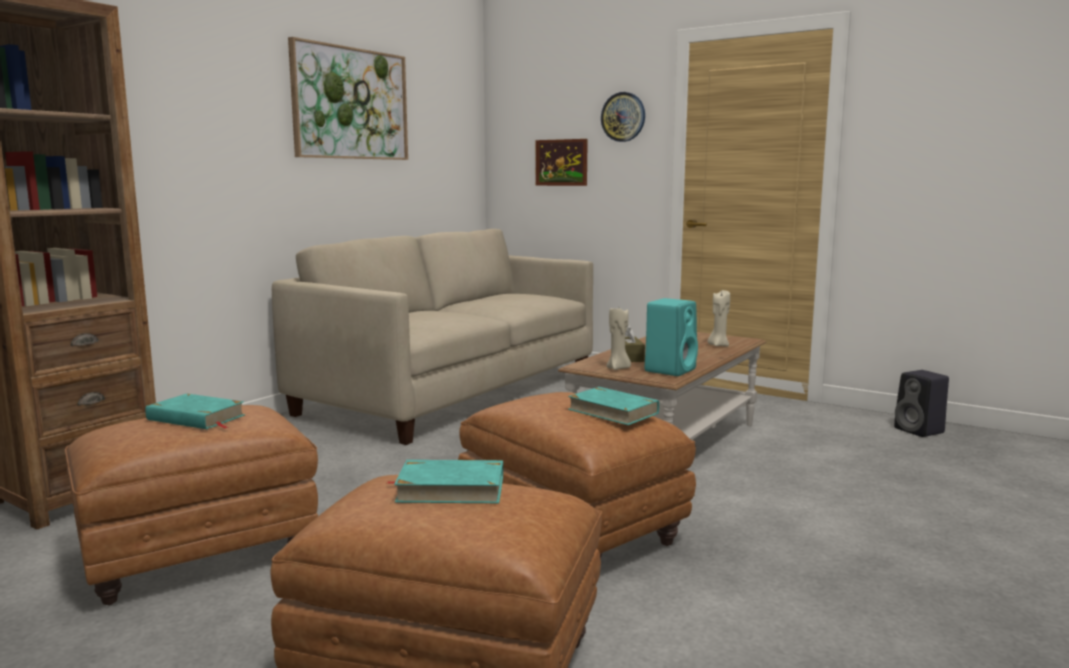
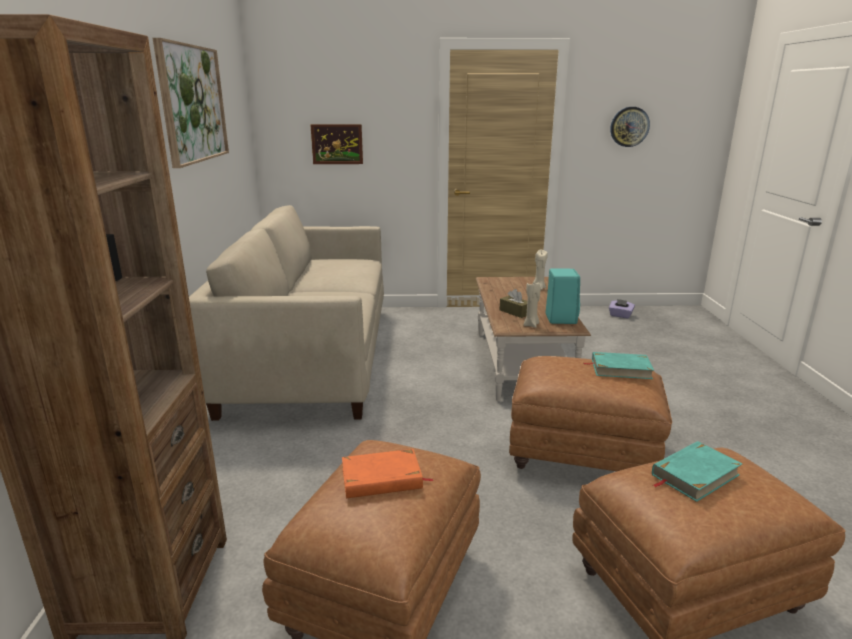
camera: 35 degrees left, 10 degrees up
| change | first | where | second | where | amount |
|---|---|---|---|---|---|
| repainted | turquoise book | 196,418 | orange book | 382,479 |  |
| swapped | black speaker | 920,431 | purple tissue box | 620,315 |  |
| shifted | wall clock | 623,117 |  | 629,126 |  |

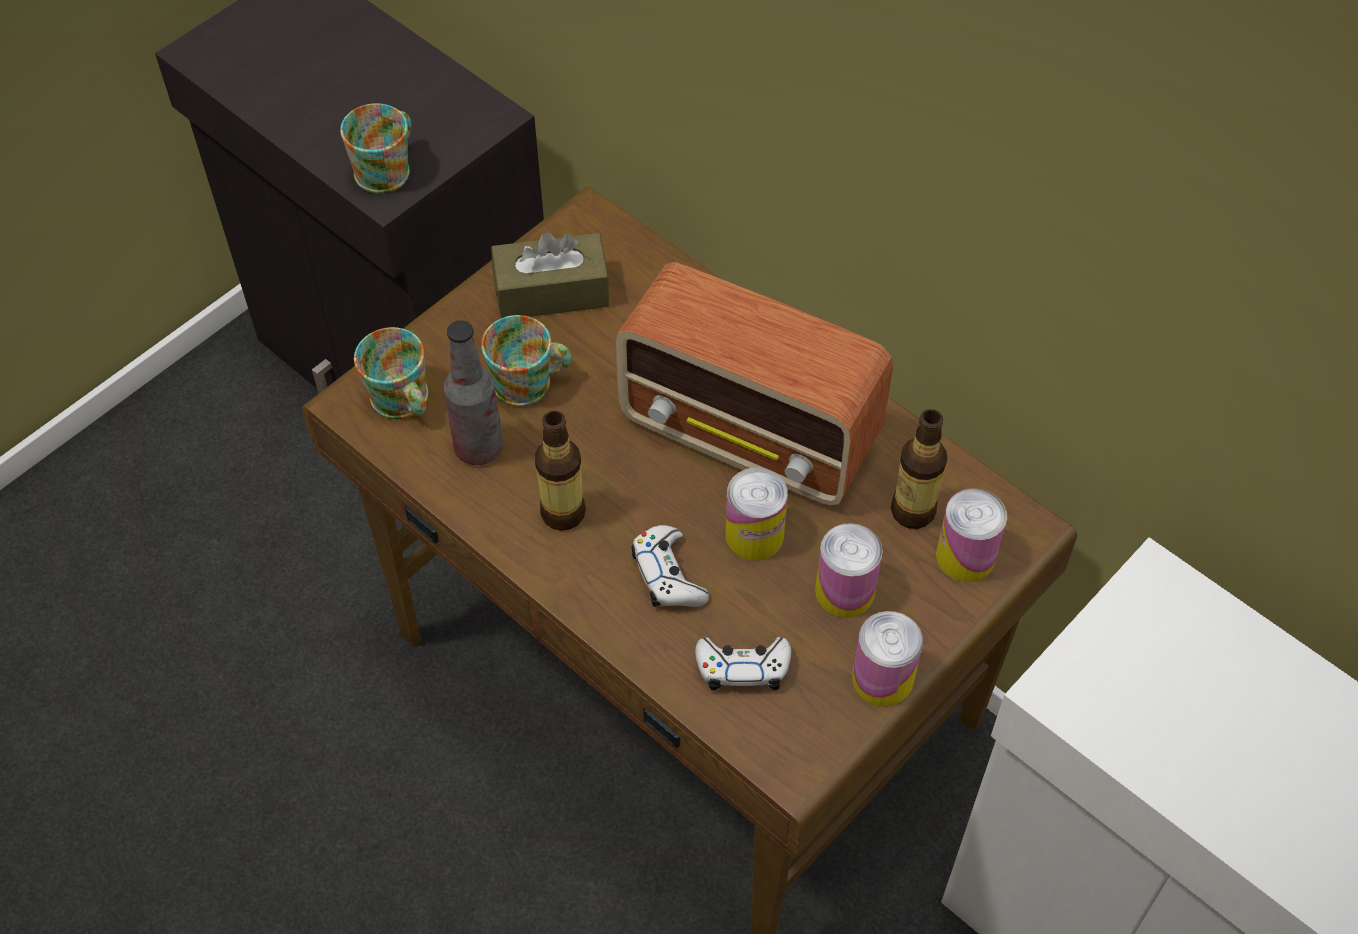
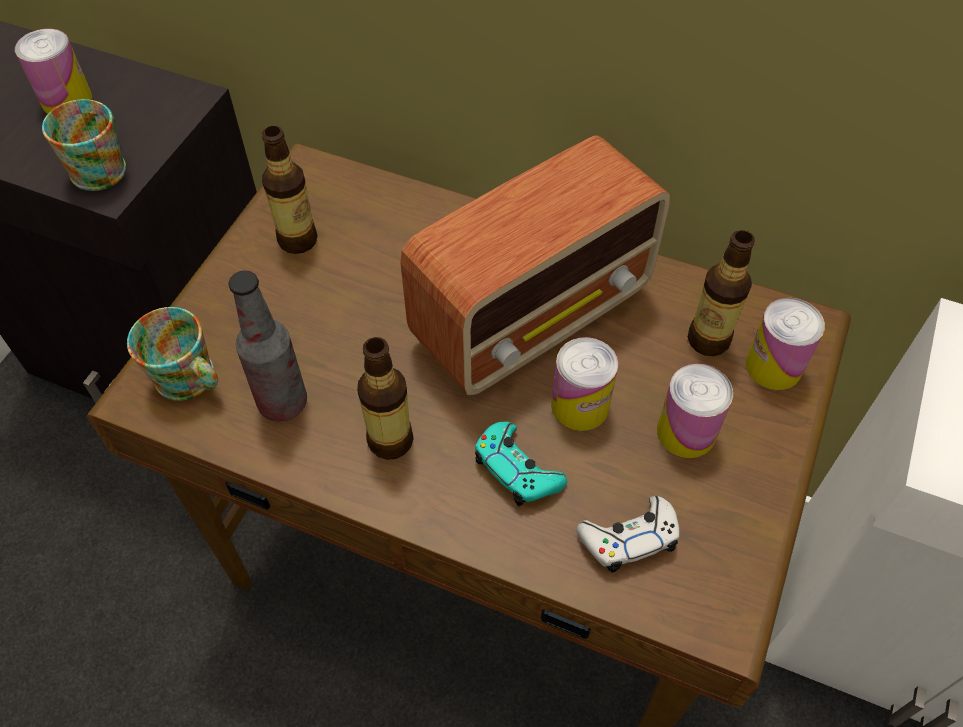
camera: 20 degrees left, 0 degrees up
| change | first | where | second | where | amount |
|---|---|---|---|---|---|
| shifted | can | 882,678 |  | 66,100 |  |
| swapped | brown tissue box | 552,292 | bottle | 298,240 |  |
| rotated | radio | 751,435 |  | 534,315 | 45 degrees counterclockwise |
| repainted | white game controller | 668,575 | turquoise game controller | 517,469 |  |
| gone | mug | 530,383 |  |  |  |

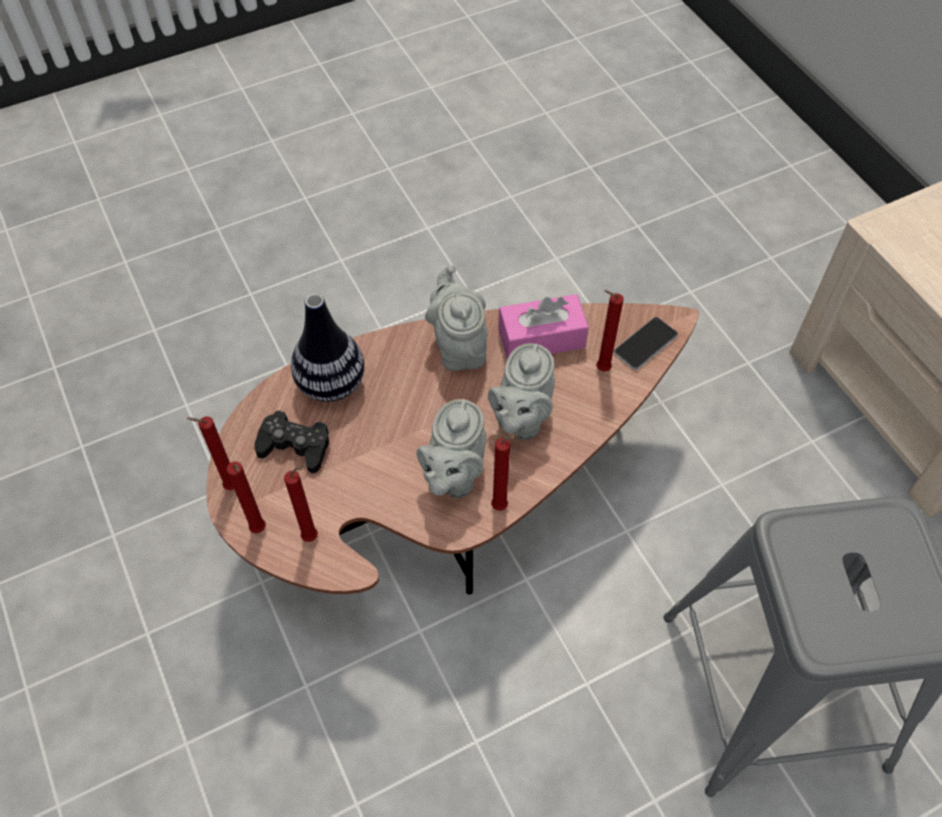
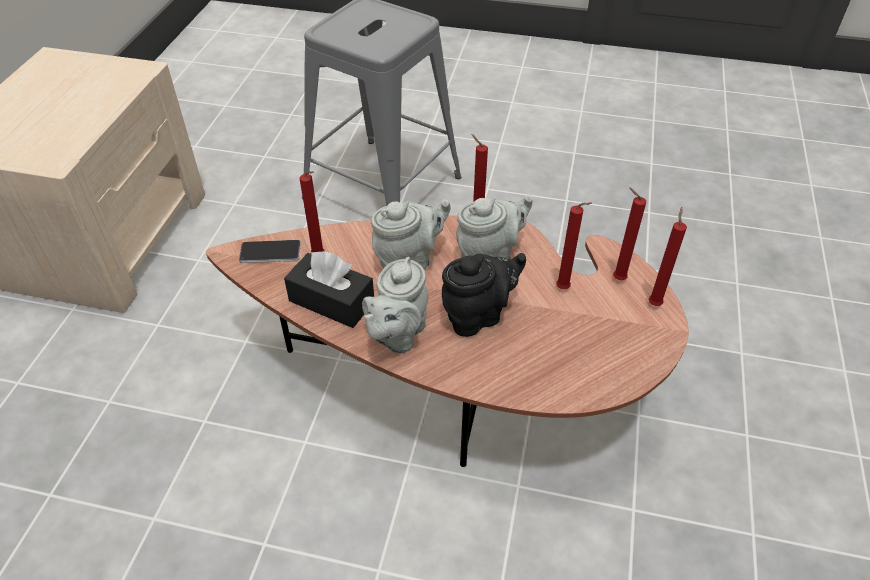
camera: 140 degrees left, 10 degrees down
| change | first | where | second | where | amount |
|---|---|---|---|---|---|
| repainted | pink tissue box | 541,338 | black tissue box | 331,301 |  |
| new |  |  | black teapot | 478,315 |  |
| shifted | red candle | 229,487 |  | 564,289 |  |
| gone | black game controller | 295,446 |  |  |  |
| gone | vase | 331,384 |  |  |  |

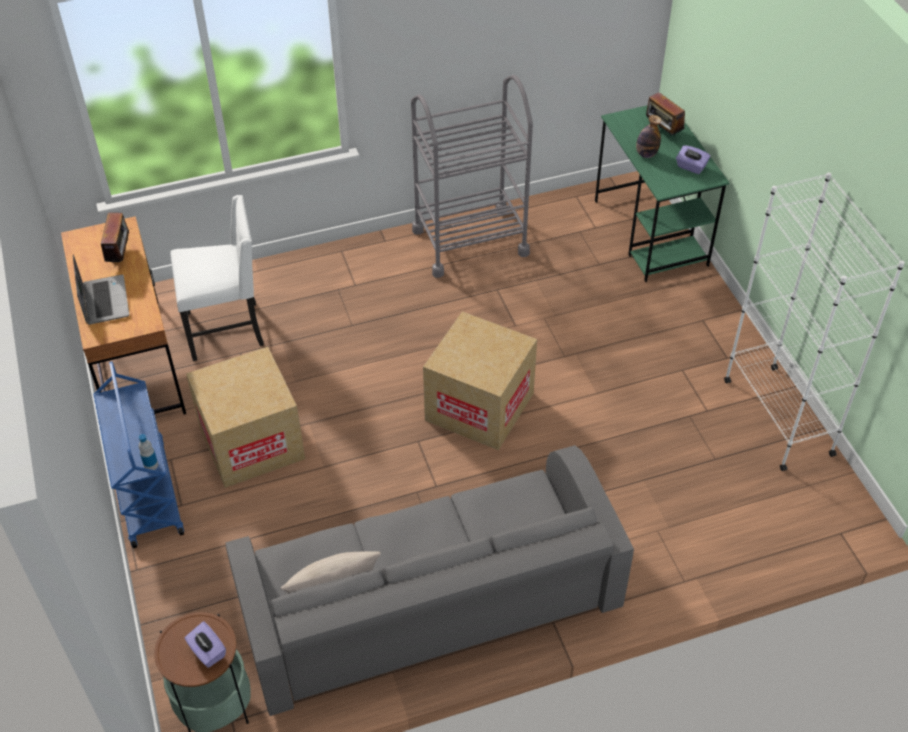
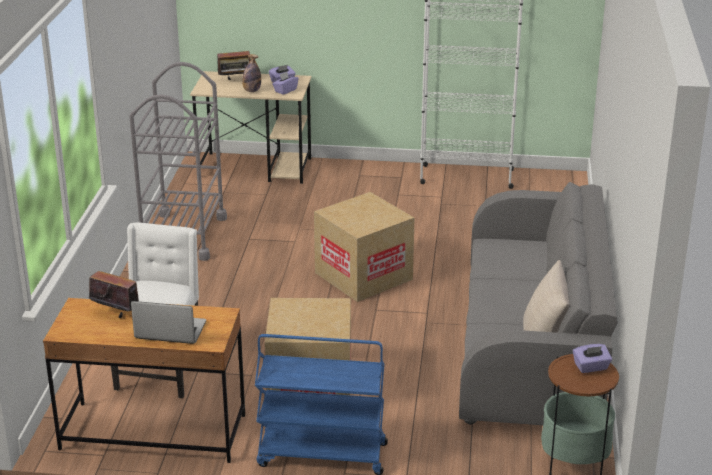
camera: 65 degrees left, 20 degrees down
| change | first | where | second | where | amount |
|---|---|---|---|---|---|
| repainted | green desk | 651,233 | beige desk | 256,168 |  |
| new |  |  | purple tissue box | 285,90 |  |
| gone | bottle | 151,465 |  |  |  |

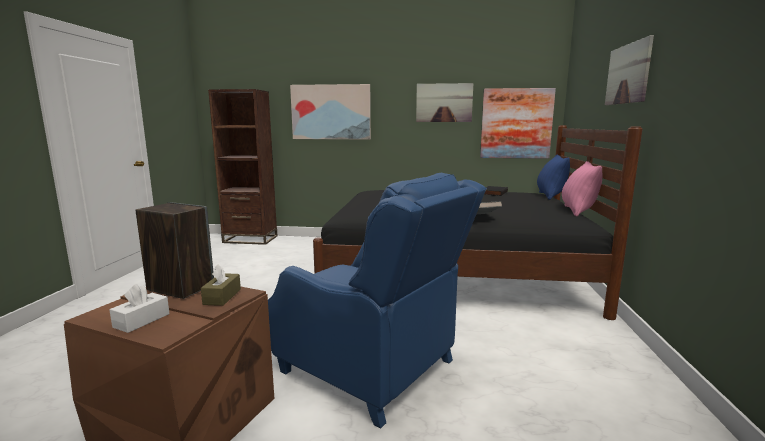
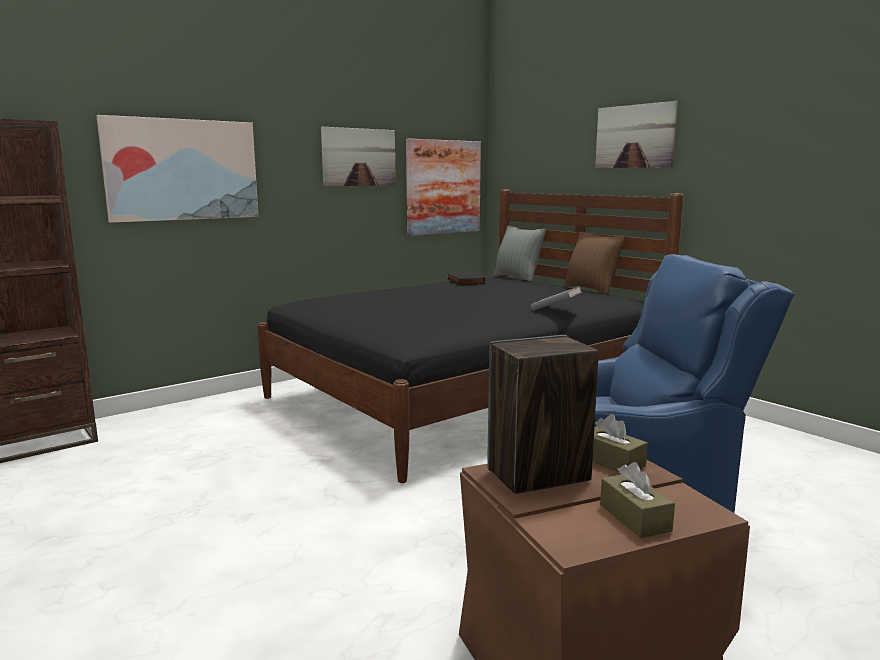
camera: 45 degrees left, 0 degrees up
| change | first | where | second | where | amount |
|---|---|---|---|---|---|
| repainted | blue pillow | 550,196 | grey pillow | 517,277 |  |
| repainted | pink pillow | 578,211 | brown pillow | 591,289 |  |
| repainted | white tissue box | 142,320 | brown tissue box | 634,517 |  |

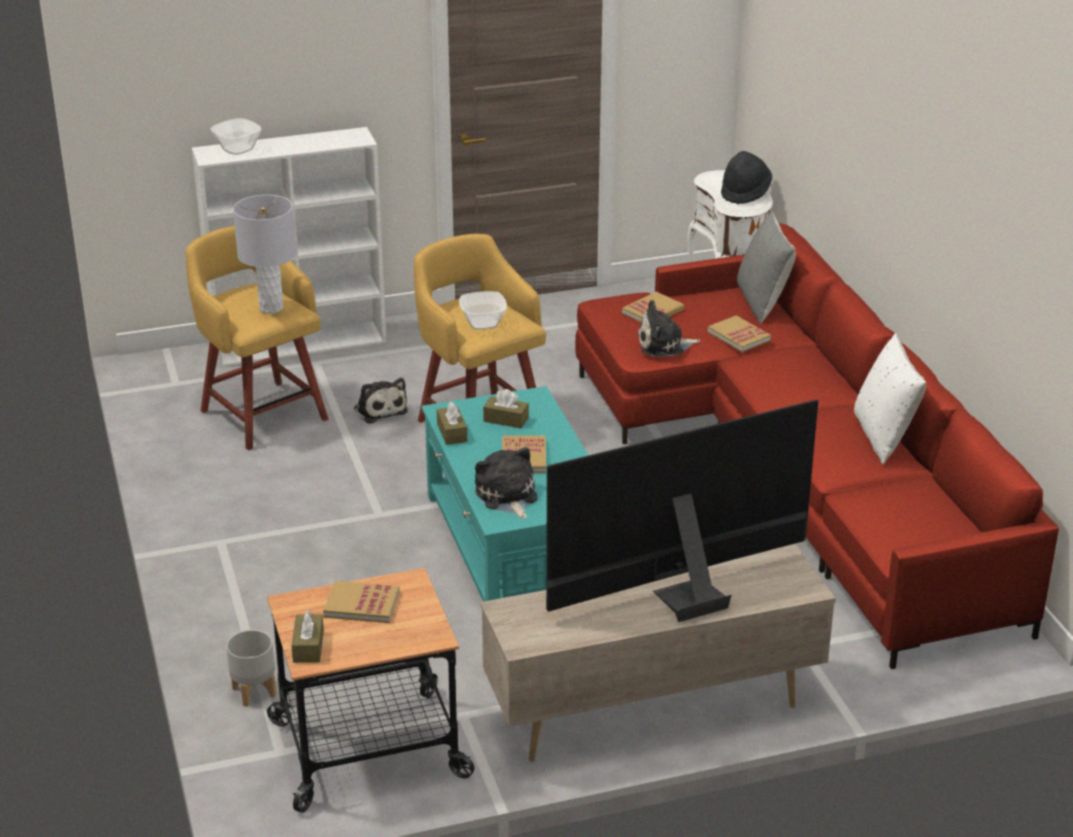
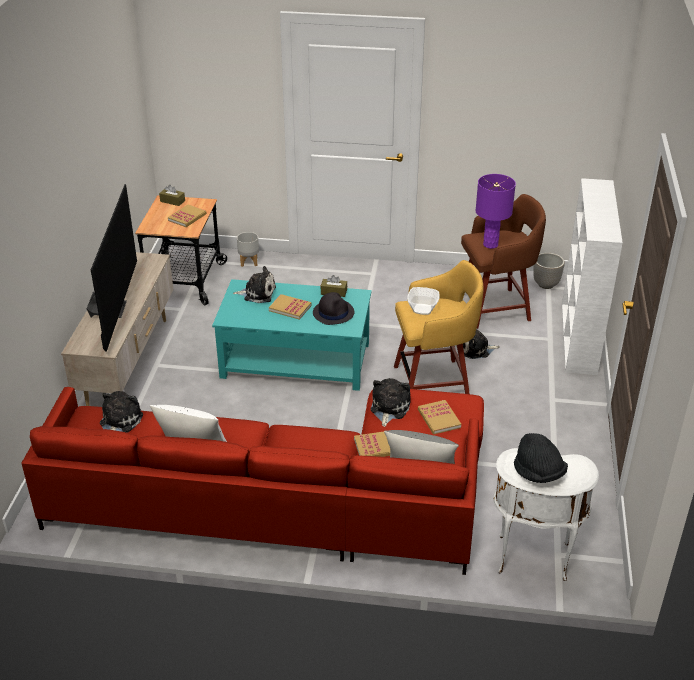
camera: 115 degrees right, 5 degrees up
| change | first | where | second | where | amount |
|---|---|---|---|---|---|
| new |  |  | plush toy | 119,421 |  |
| swapped | brown tissue box | 506,419 | black hat | 333,312 |  |
| repainted | yellow stool | 262,413 | brown stool | 496,308 |  |
| repainted | grey table lamp | 270,308 | purple table lamp | 490,244 |  |
| new |  |  | planter | 546,284 |  |
| gone | bowl | 237,149 |  |  |  |

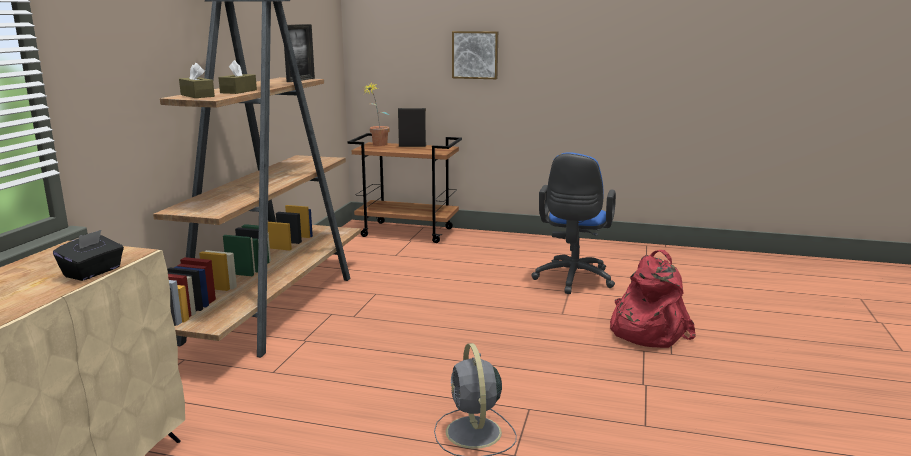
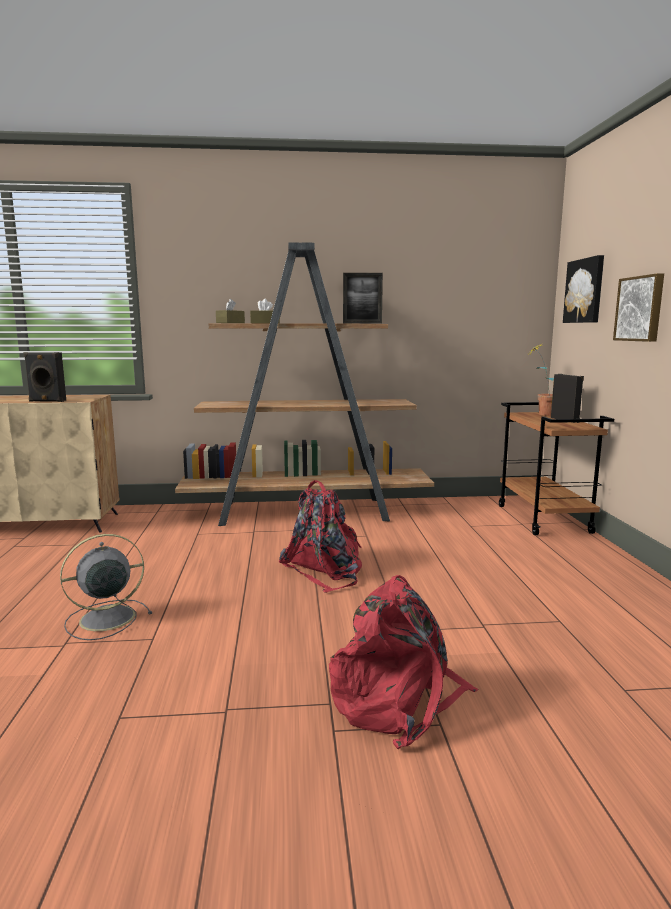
camera: 70 degrees right, 5 degrees down
| change | first | where | second | where | amount |
|---|---|---|---|---|---|
| swapped | black tissue box | 93,272 | black speaker | 47,401 |  |
| new |  |  | red backpack | 325,570 |  |
| new |  |  | picture | 585,291 |  |
| gone | blue office chair | 572,280 |  |  |  |

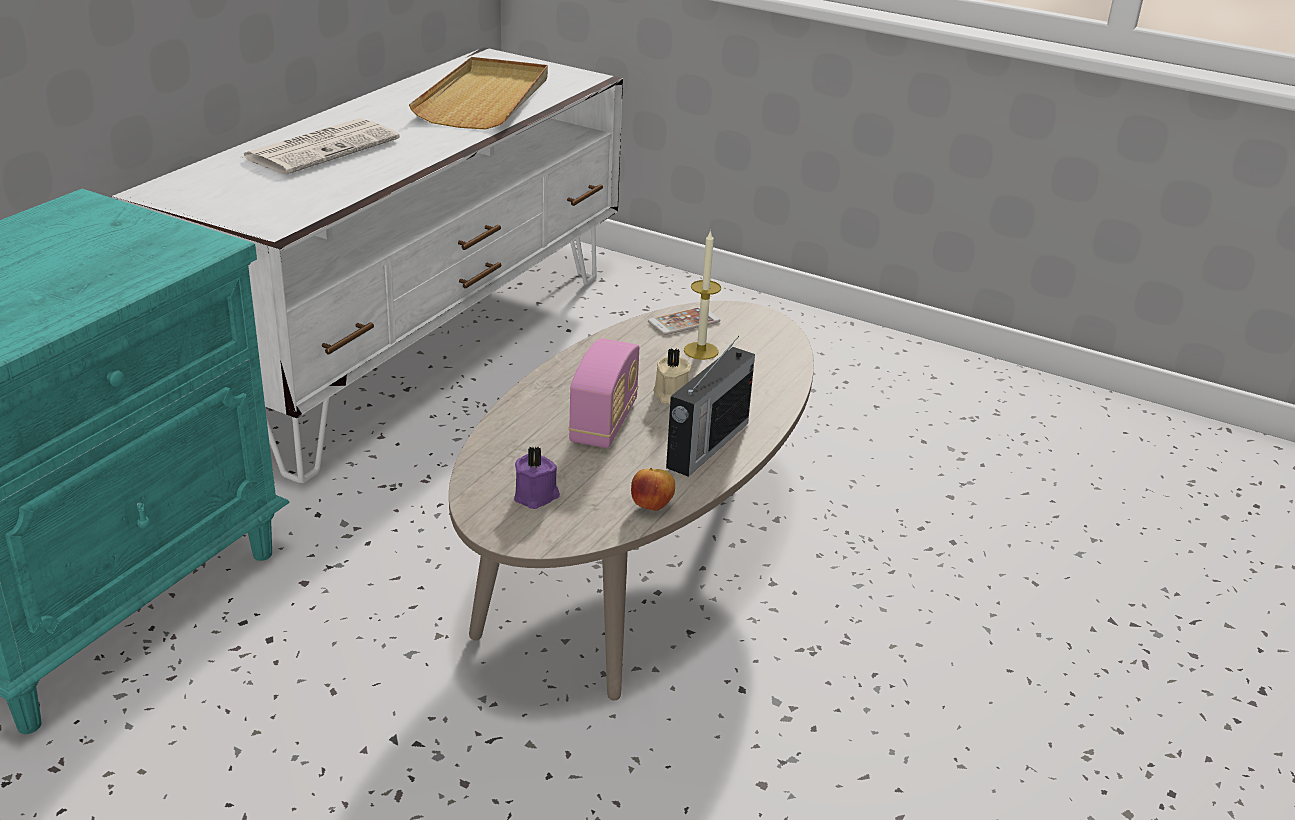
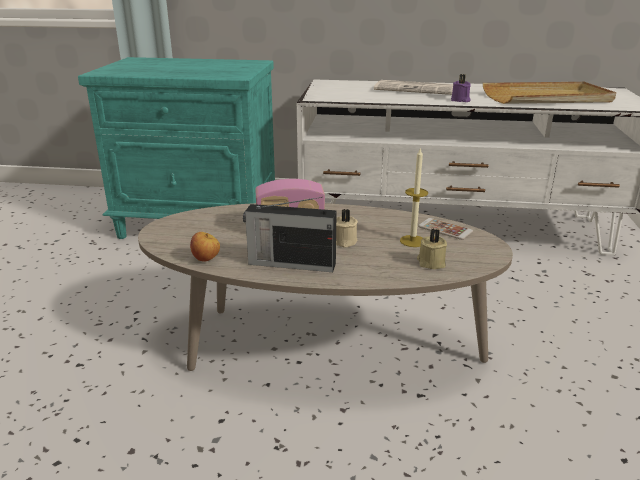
camera: 70 degrees right, 5 degrees down
| change | first | where | second | where | amount |
|---|---|---|---|---|---|
| new |  |  | beige candle | 430,263 |  |
| shifted | purple candle | 537,496 |  | 460,100 |  |

